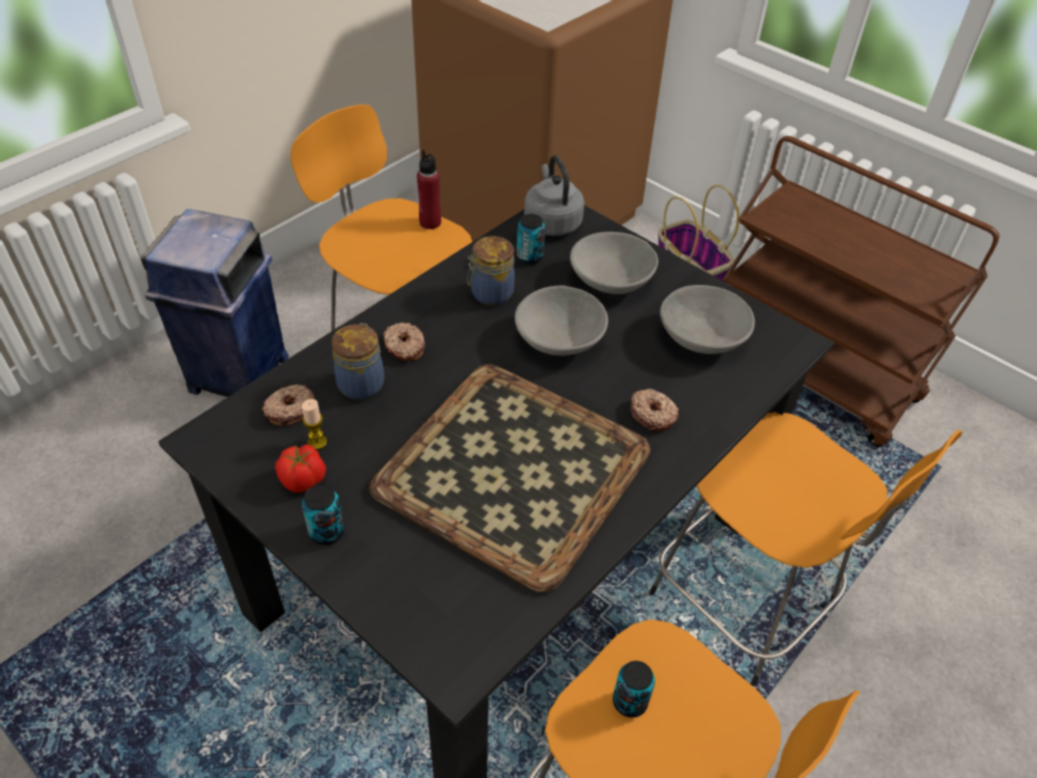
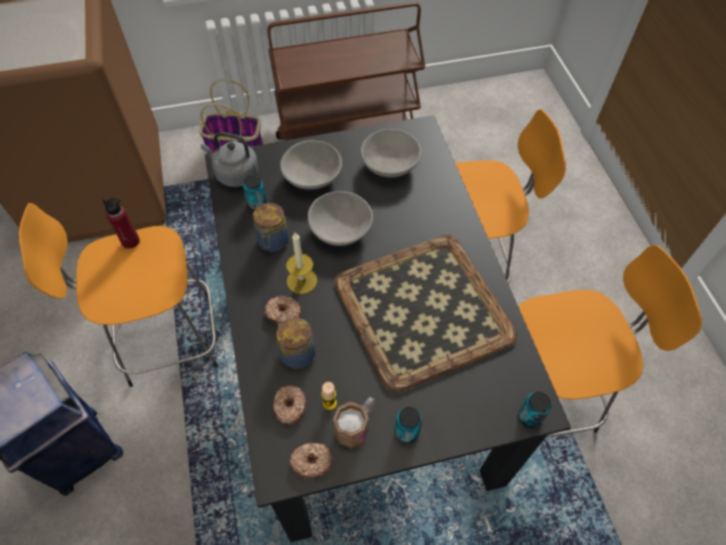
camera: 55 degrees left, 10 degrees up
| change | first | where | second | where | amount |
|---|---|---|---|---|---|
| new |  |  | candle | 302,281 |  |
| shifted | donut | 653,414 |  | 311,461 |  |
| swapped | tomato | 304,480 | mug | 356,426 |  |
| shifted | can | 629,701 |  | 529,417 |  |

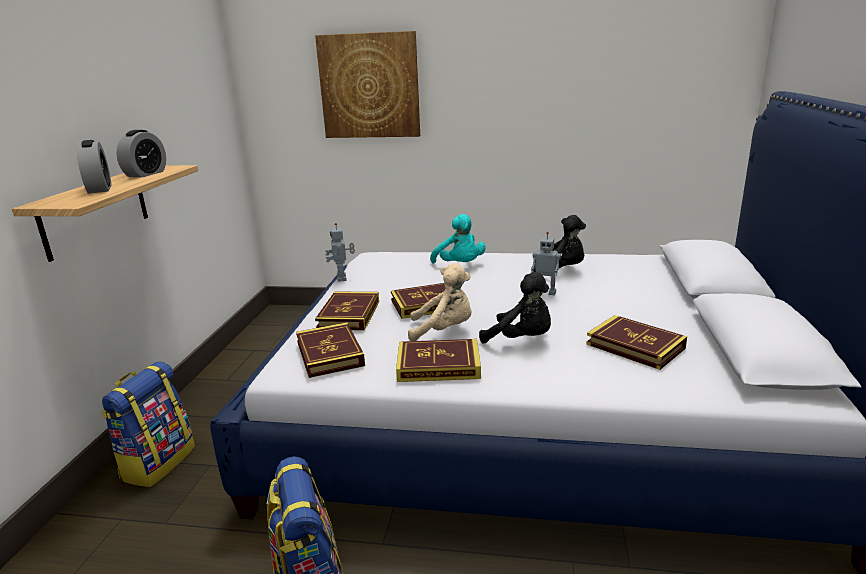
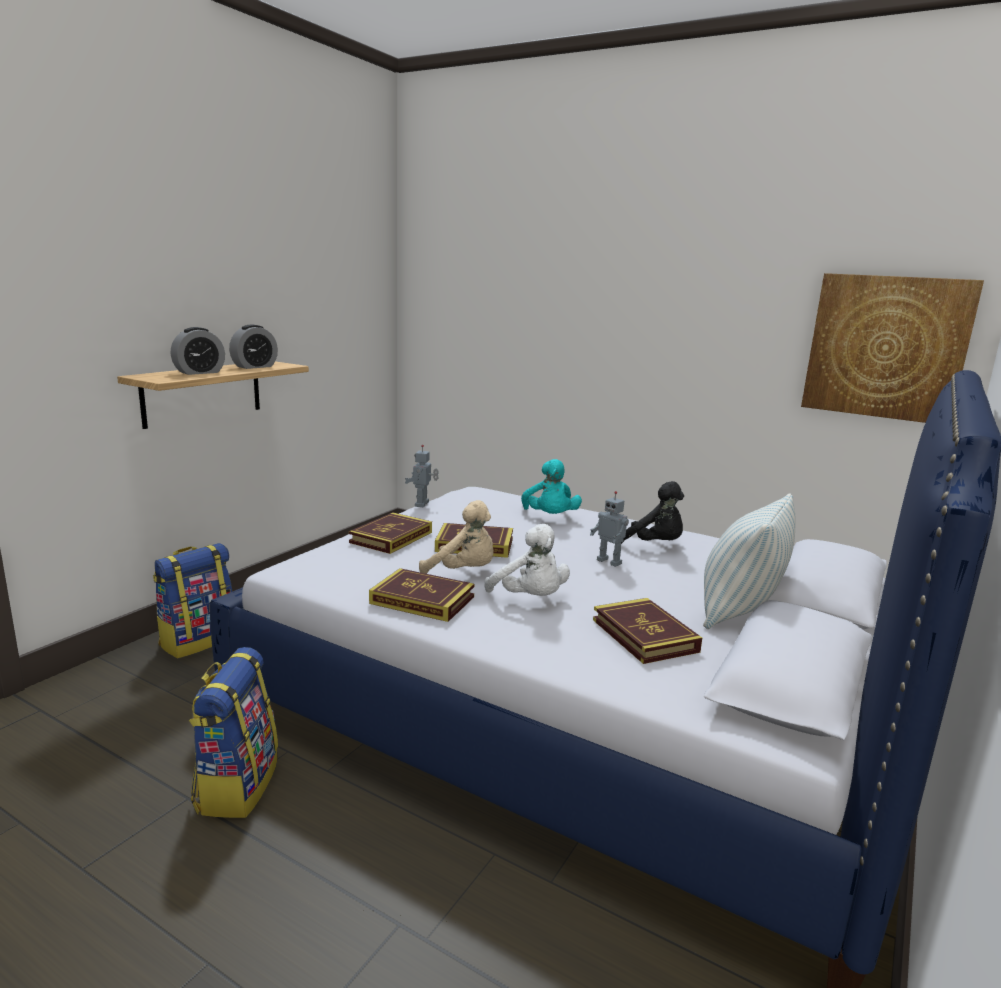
camera: 20 degrees right, 5 degrees down
| change | first | where | second | where | amount |
|---|---|---|---|---|---|
| rotated | alarm clock | 100,189 |  | 199,372 | 45 degrees clockwise |
| repainted | black plush toy | 521,339 | white plush toy | 530,599 |  |
| new |  |  | pillow | 739,610 |  |
| shifted | picture | 369,86 |  | 886,347 |  |
| gone | book | 329,354 |  |  |  |

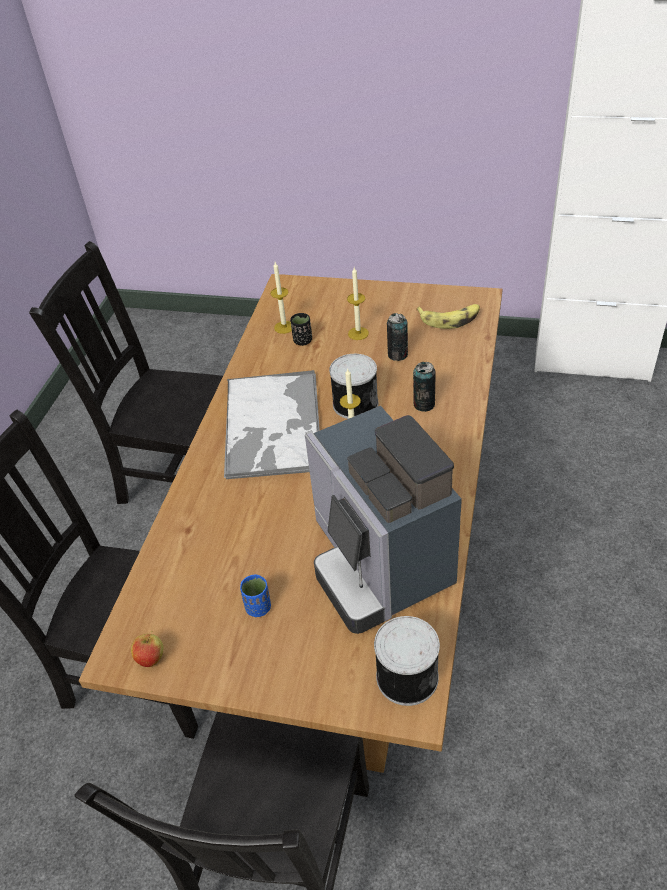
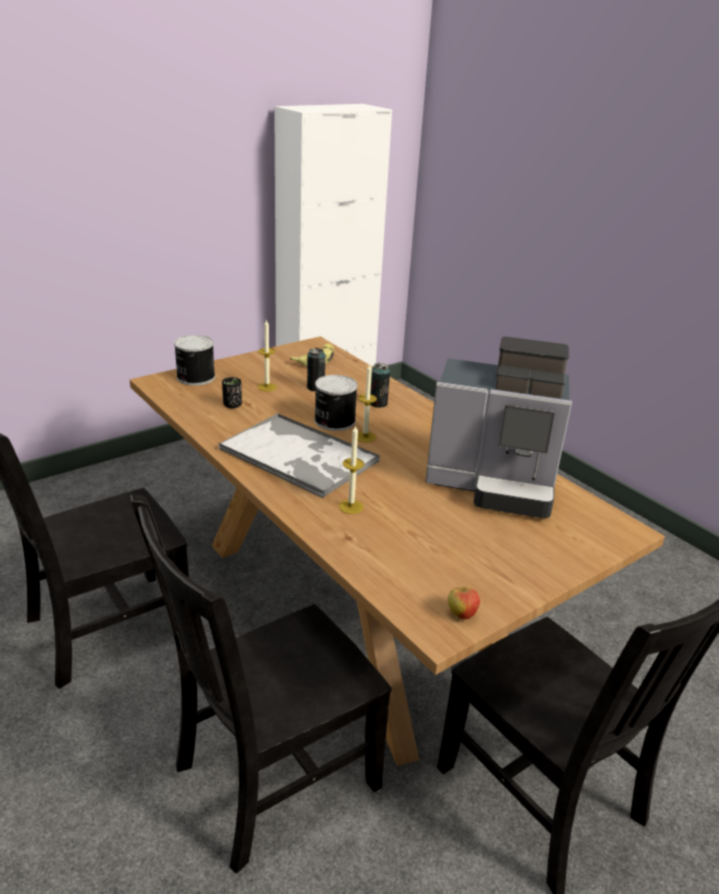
camera: 55 degrees left, 15 degrees down
| change | first | where | second | where | amount |
|---|---|---|---|---|---|
| shifted | can | 405,676 |  | 194,377 |  |
| shifted | candle | 284,327 |  | 351,506 |  |
| gone | blue cup | 258,607 |  |  |  |

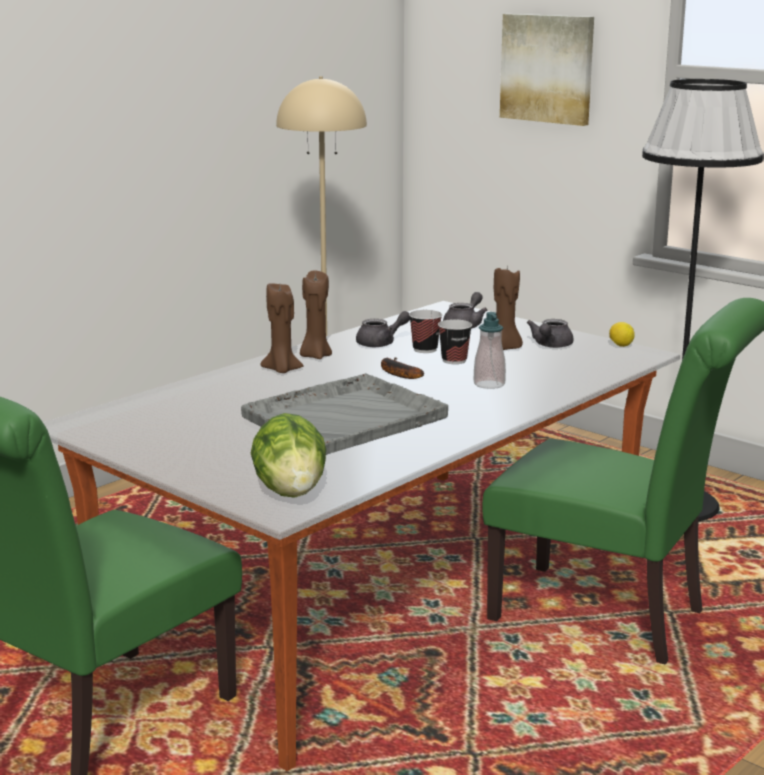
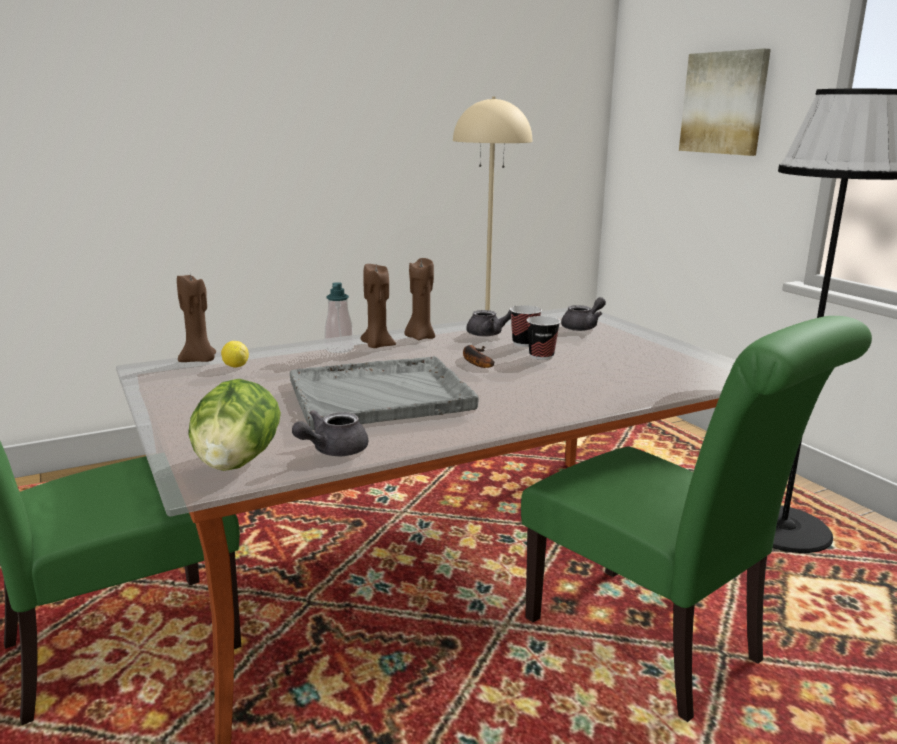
camera: 20 degrees right, 0 degrees up
| change | first | where | second | where | amount |
|---|---|---|---|---|---|
| shifted | brown candle | 505,348 |  | 199,360 |  |
| shifted | lemon | 620,345 |  | 235,366 |  |
| shifted | grey teapot | 550,346 |  | 332,451 |  |
| shifted | soap dispenser | 489,384 |  | 339,349 |  |

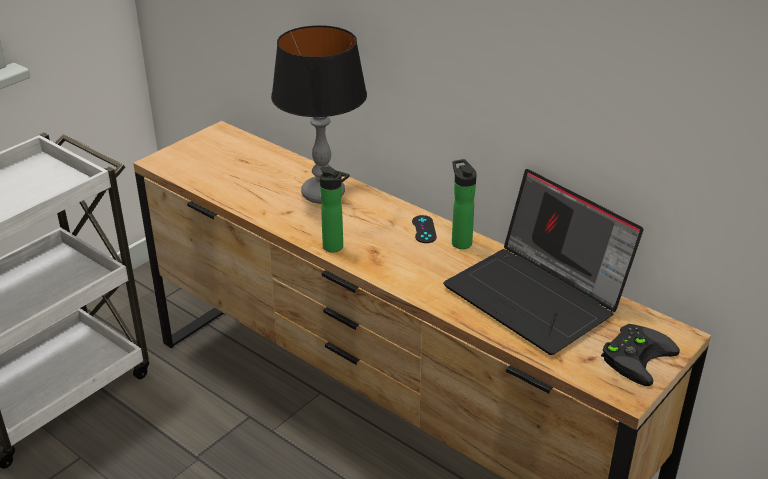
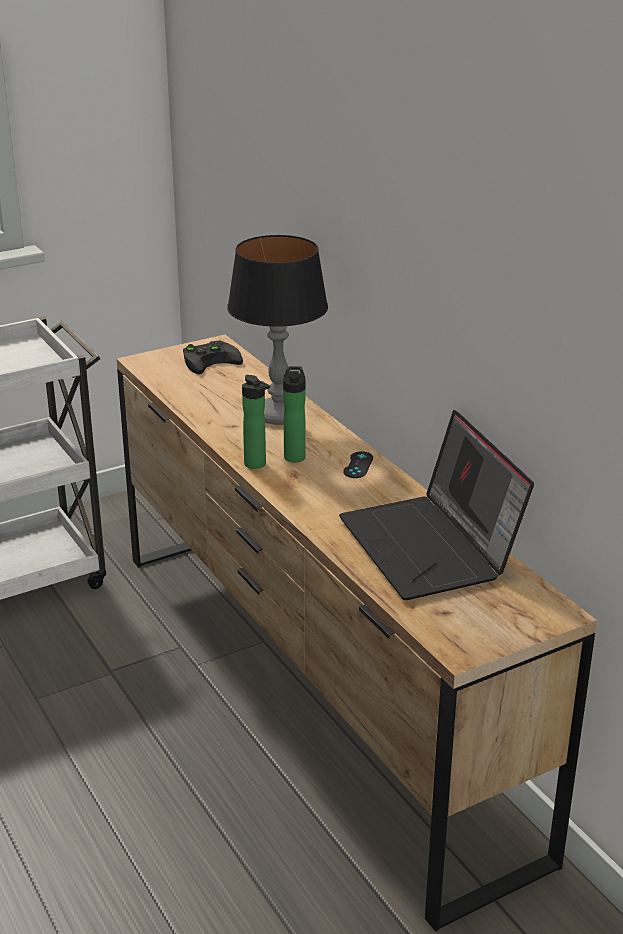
camera: 20 degrees right, 5 degrees down
| change | first | where | second | where | amount |
|---|---|---|---|---|---|
| shifted | black game controller | 636,355 |  | 211,360 |  |
| shifted | bottle | 460,241 |  | 294,455 |  |

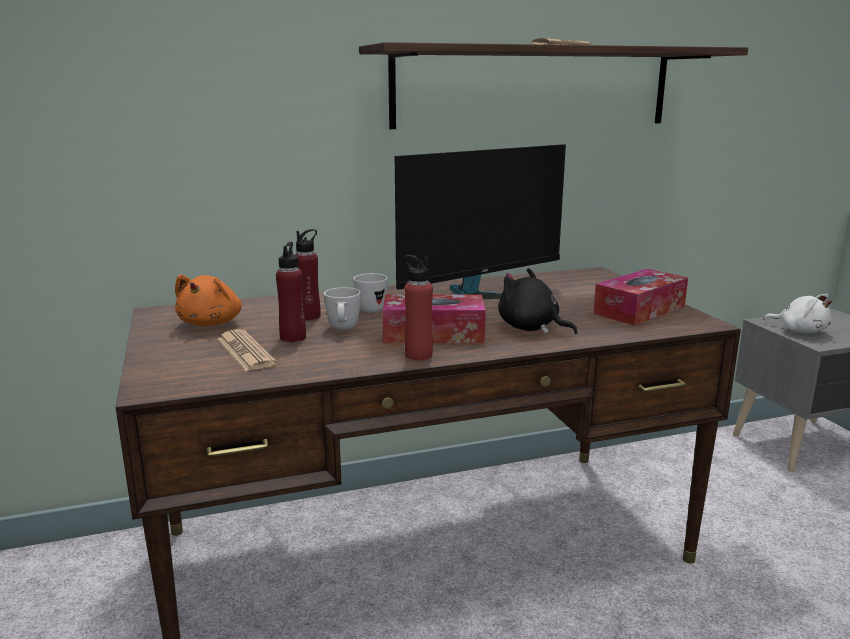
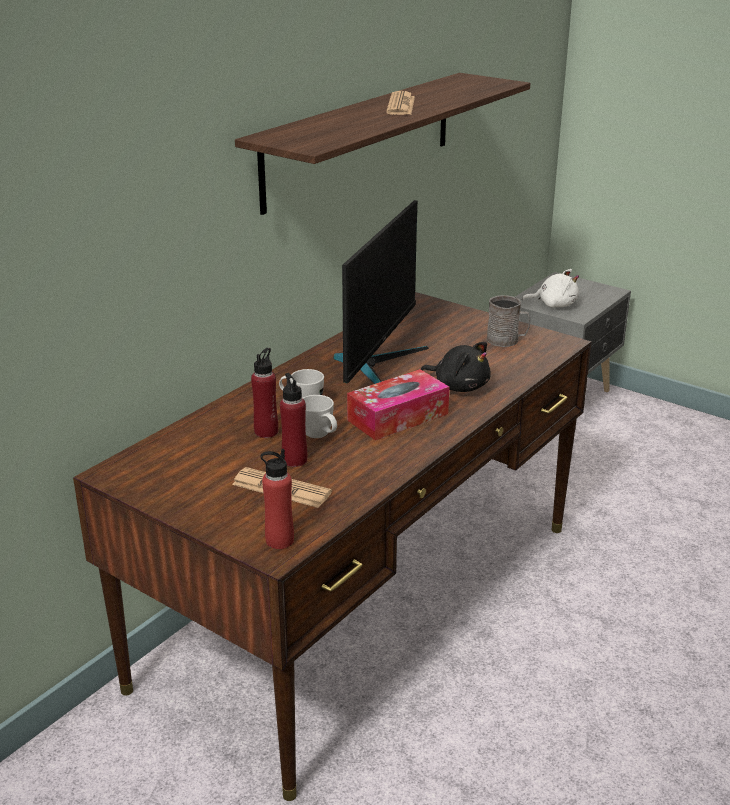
camera: 35 degrees left, 10 degrees up
| change | first | where | second | where | amount |
|---|---|---|---|---|---|
| shifted | red bottle | 418,355 |  | 279,540 |  |
| rotated | black plush toy | 531,328 |  | 459,386 | 150 degrees counterclockwise |
| swapped | tissue box | 639,310 | grey mug | 507,340 |  |
| gone | orange plush toy | 212,323 |  |  |  |

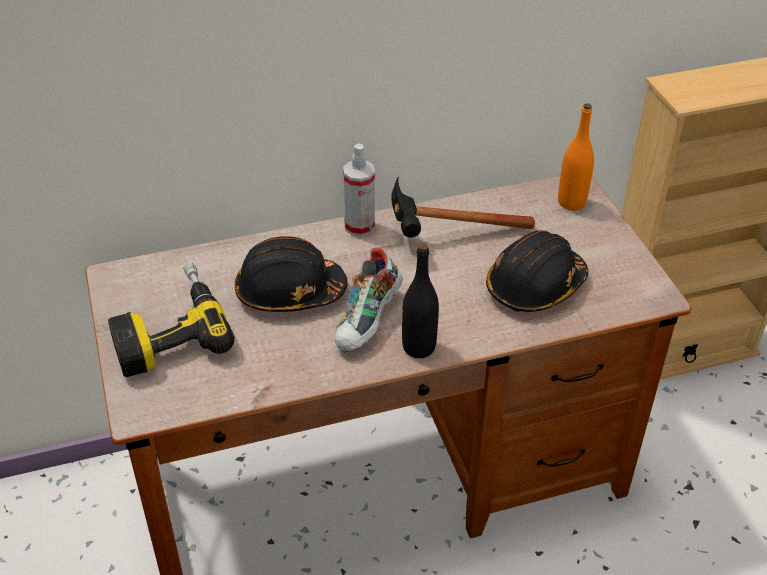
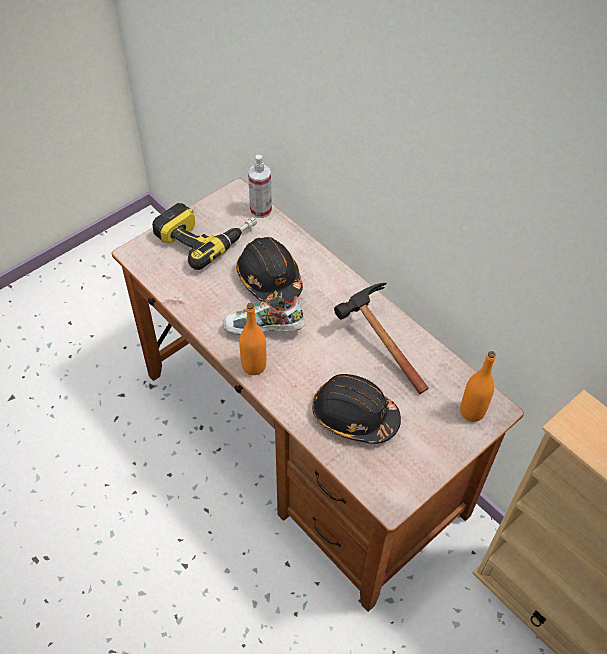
camera: 65 degrees right, 10 degrees up
| change | first | where | second | where | amount |
|---|---|---|---|---|---|
| repainted | black bottle | 419,347 | orange bottle | 254,366 |  |
| shifted | spray bottle | 359,226 |  | 260,210 |  |

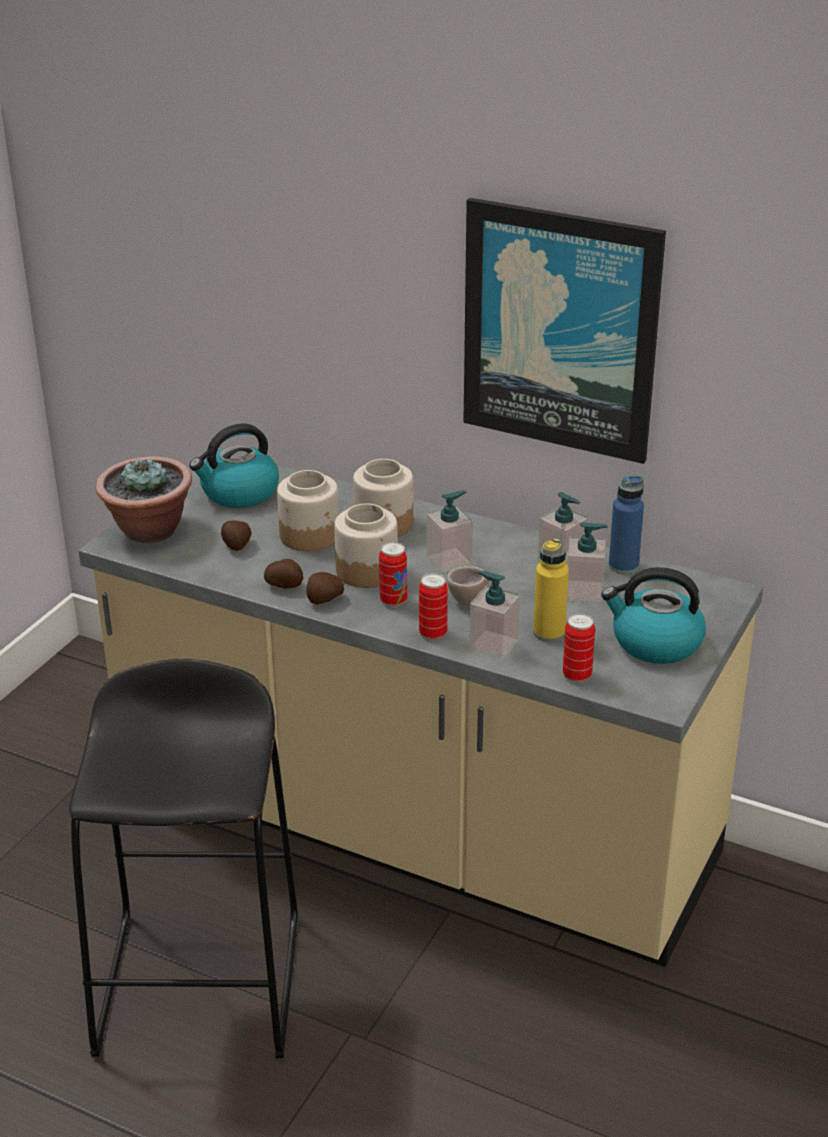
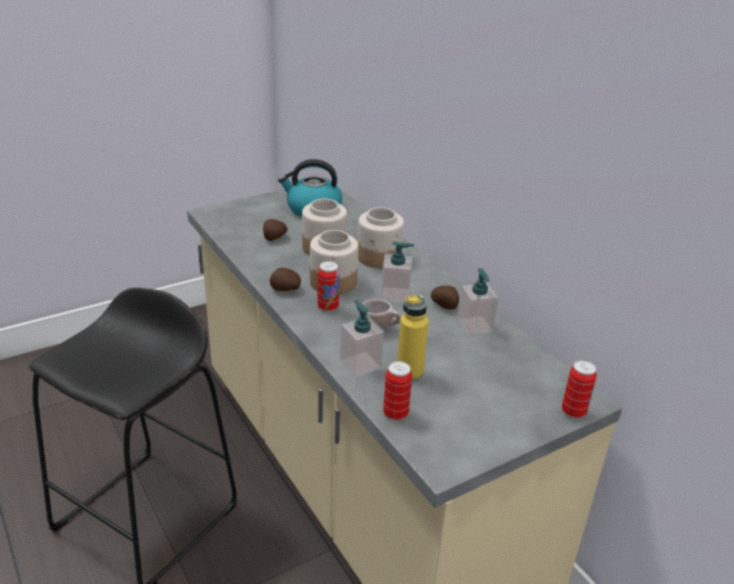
camera: 30 degrees right, 0 degrees up
| change | first | where | second | where | amount |
|---|---|---|---|---|---|
| shifted | potato | 285,585 |  | 445,306 |  |
| shifted | can | 433,633 |  | 573,411 |  |
| gone | potted plant | 149,531 |  |  |  |
| gone | picture | 561,330 |  |  |  |
| gone | soap dispenser | 584,591 |  |  |  |
| gone | kettle | 655,643 |  |  |  |
| gone | blue bottle | 623,566 |  |  |  |

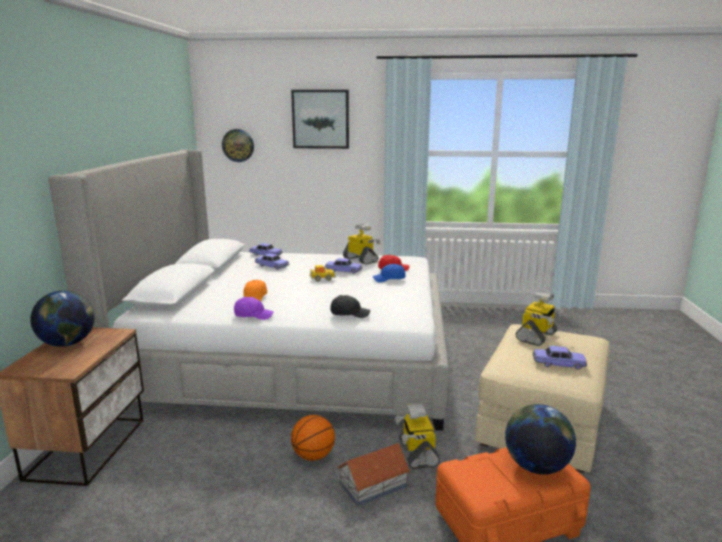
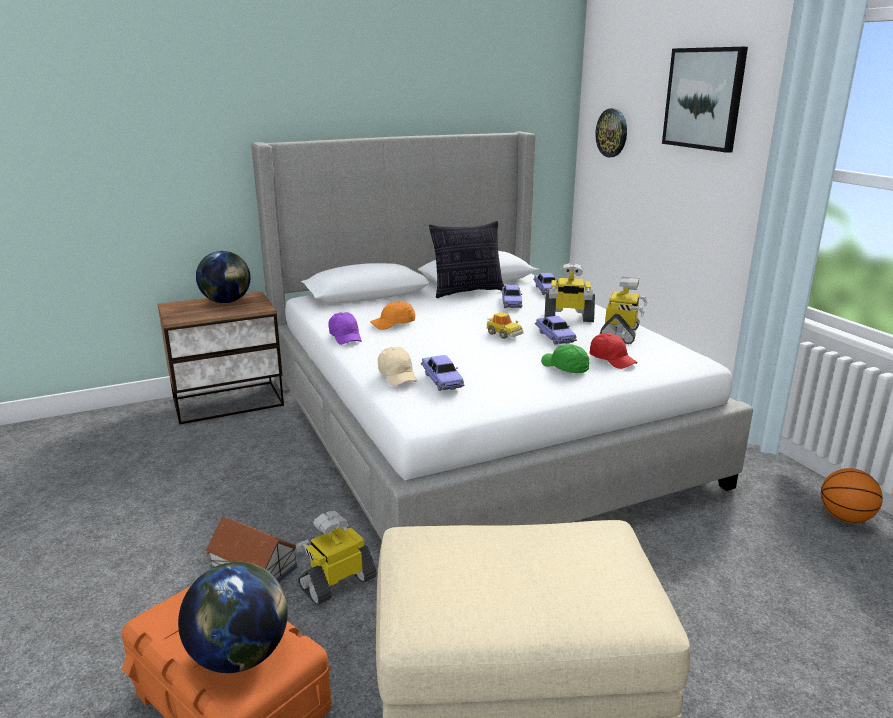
camera: 60 degrees right, 5 degrees up
| change | first | where | second | where | amount |
|---|---|---|---|---|---|
| repainted | black cap | 349,314 | beige cap | 397,375 |  |
| shifted | toy car | 558,364 |  | 442,380 |  |
| new |  |  | pillow | 467,292 |  |
| repainted | blue cap | 389,279 | green cap | 564,368 |  |
| shifted | toy robot | 537,337 |  | 568,317 |  |
| shifted | basketball | 313,456 |  | 845,518 |  |

